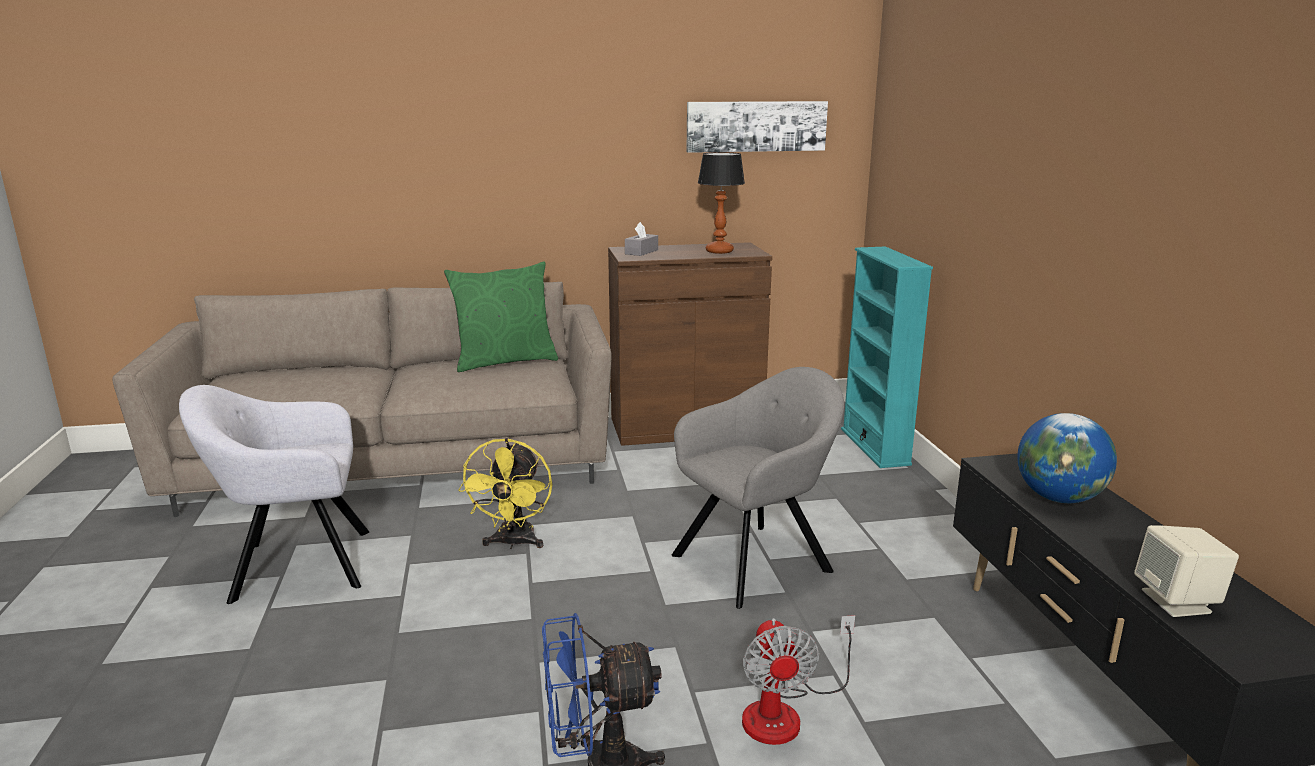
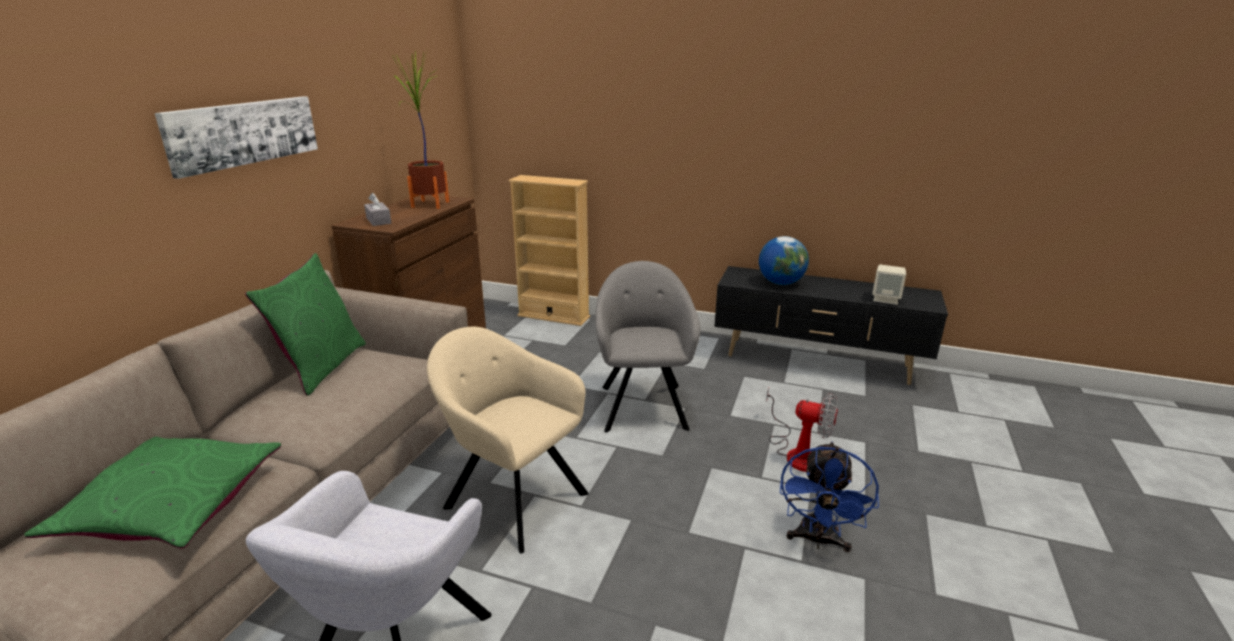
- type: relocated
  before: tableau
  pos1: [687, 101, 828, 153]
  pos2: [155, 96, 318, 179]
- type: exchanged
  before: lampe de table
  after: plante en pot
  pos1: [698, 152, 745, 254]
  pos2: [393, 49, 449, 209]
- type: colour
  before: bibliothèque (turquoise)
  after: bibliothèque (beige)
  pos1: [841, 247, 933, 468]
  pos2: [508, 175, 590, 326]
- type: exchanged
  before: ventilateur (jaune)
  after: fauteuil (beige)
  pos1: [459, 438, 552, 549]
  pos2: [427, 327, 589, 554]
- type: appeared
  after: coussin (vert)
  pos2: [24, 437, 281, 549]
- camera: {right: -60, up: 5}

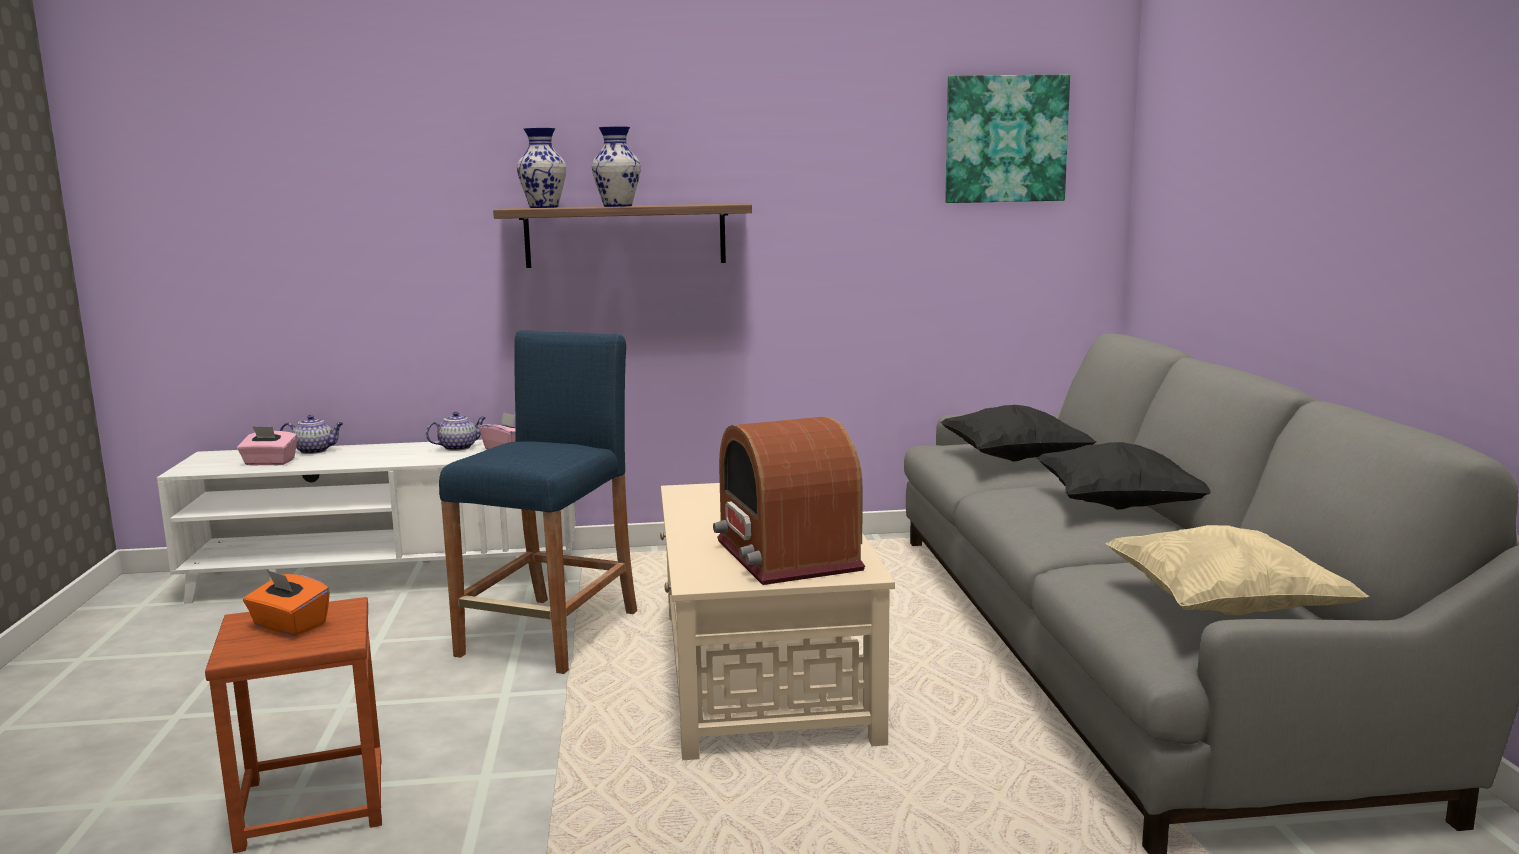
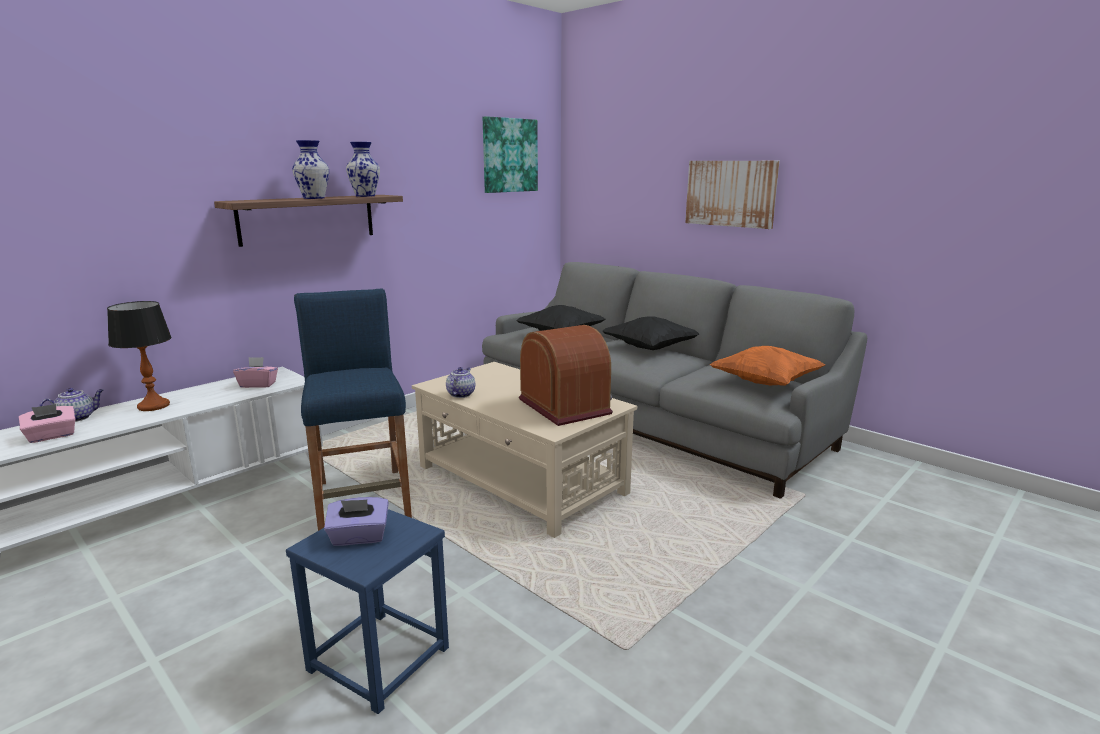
- type: relocated
  before: vase
  pos1: [517, 128, 566, 208]
  pos2: [346, 142, 380, 197]
- type: relocated
  before: théière
  pos1: [426, 412, 486, 451]
  pos2: [446, 367, 475, 398]
- type: spun
  before: radio
  pos1: [713, 416, 865, 585]
  pos2: [519, 325, 613, 426]
  turn: -150
- type: colour
  before: coussin (beige)
  after: coussin (orange)
  pos1: [1106, 525, 1369, 615]
  pos2: [709, 346, 825, 386]
- type: colour
  before: boîte à mouchoirs (orange)
  after: boîte à mouchoirs (violet)
  pos1: [243, 569, 330, 637]
  pos2: [324, 497, 389, 546]
- type: colour
  before: tabouret (marron)
  after: tabouret (bleu)
  pos1: [205, 597, 382, 853]
  pos2: [286, 509, 449, 714]
- type: appeared
  after: tableau
  pos2: [685, 161, 780, 229]
- type: appeared
  after: lampe de table
  pos2: [107, 301, 172, 411]
- camera: {right: -40, up: 5}

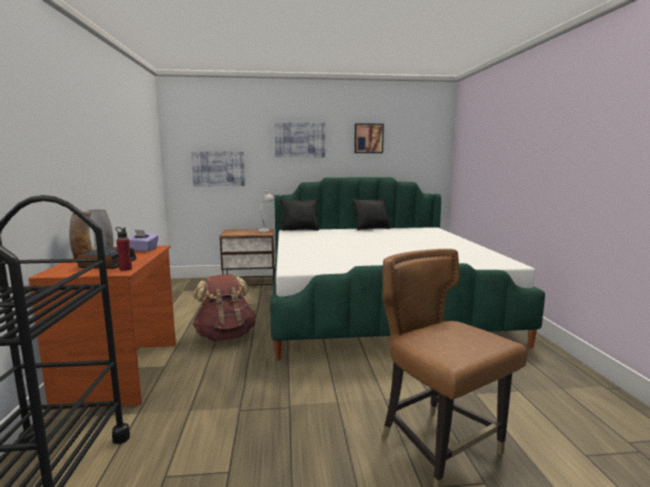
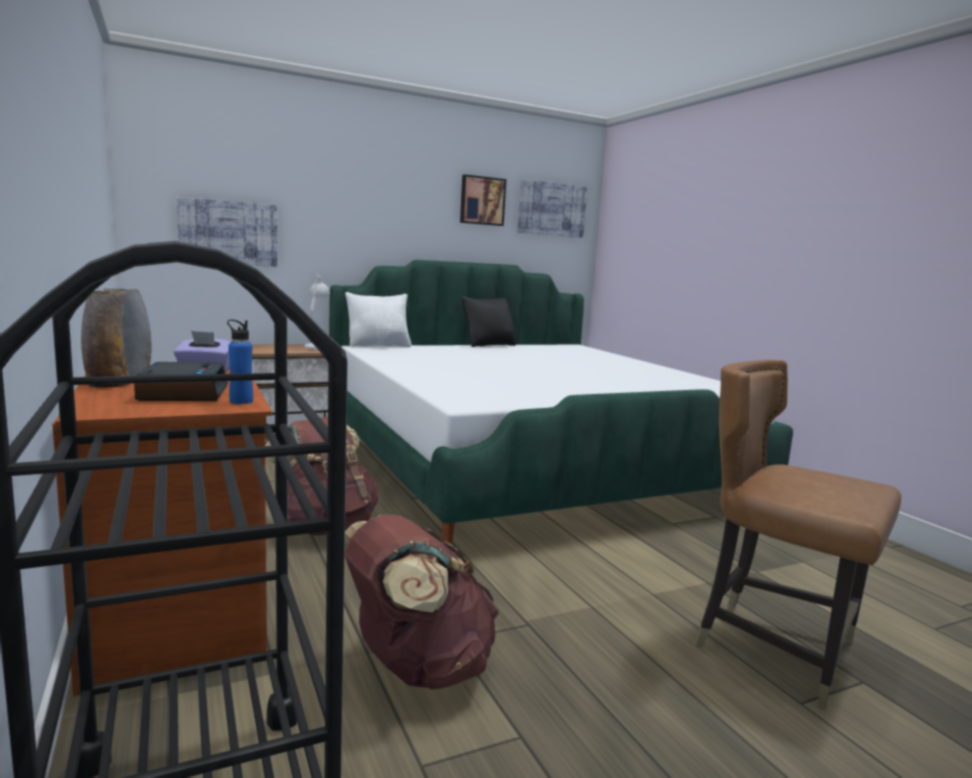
- type: relocated
  before: tableau
  pos1: [274, 122, 325, 157]
  pos2: [517, 179, 588, 238]
- type: colour
  before: coussin (noir)
  after: coussin (blanc)
  pos1: [281, 198, 319, 231]
  pos2: [345, 292, 412, 347]
- type: colour
  before: bouteille (rouge)
  after: bouteille (bleu)
  pos1: [115, 227, 132, 271]
  pos2: [227, 319, 253, 404]
- type: appeared
  after: sac à dos (marron)
  pos2: [345, 514, 499, 689]
- camera: {right: -20, up: 0}

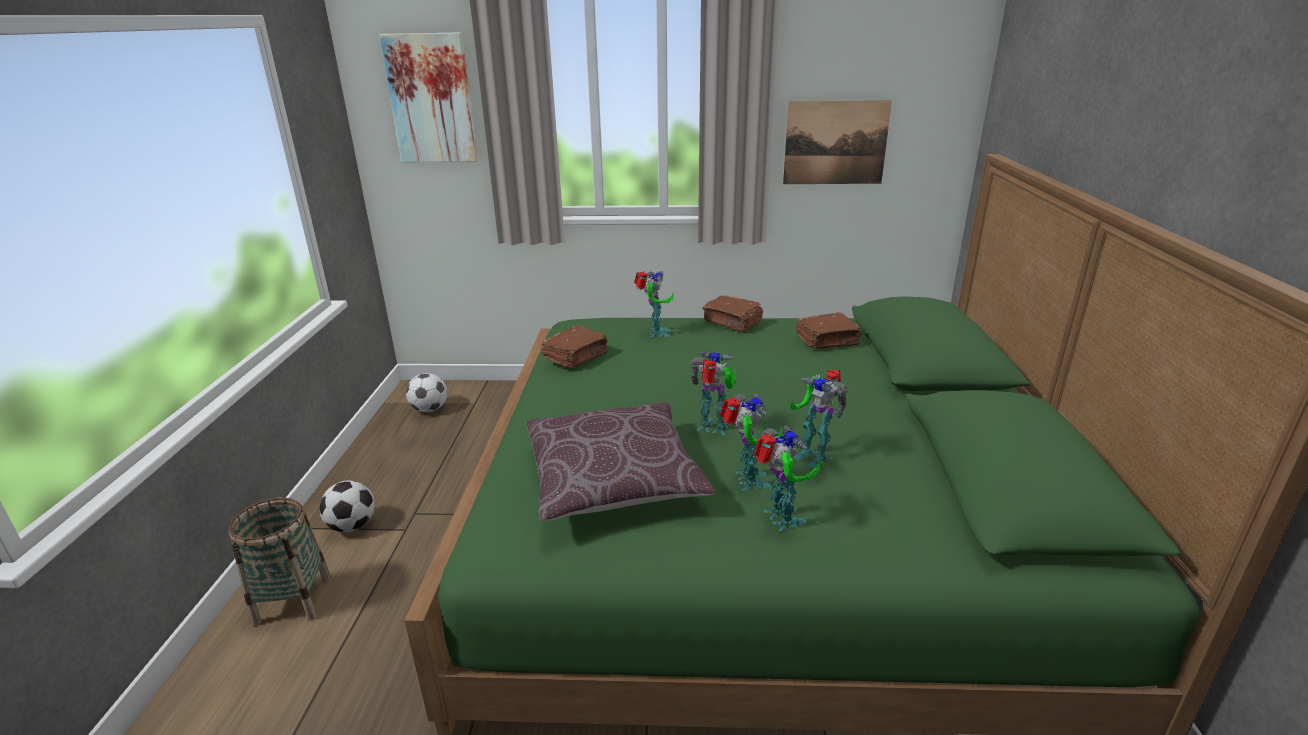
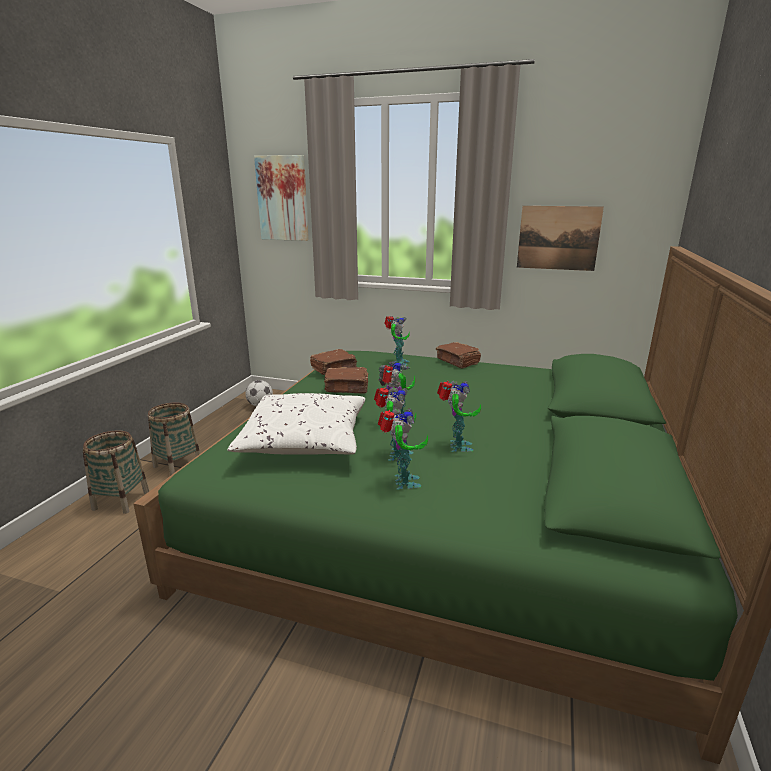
- type: relocated
  before: livre (marron)
  pos1: [796, 312, 862, 349]
  pos2: [324, 367, 368, 394]
- type: spun
  before: robot jouet
  pos1: [790, 369, 848, 468]
  pos2: [437, 381, 481, 452]
  turn: -150
- type: colour
  before: coussin (marron)
  after: coussin (blanc)
  pos1: [526, 402, 715, 521]
  pos2: [227, 393, 365, 455]
- type: exchanged
  before: ballon de foot
  after: panier
  pos1: [320, 480, 375, 532]
  pos2: [148, 402, 200, 476]
- camera: {right: 15, up: -5}

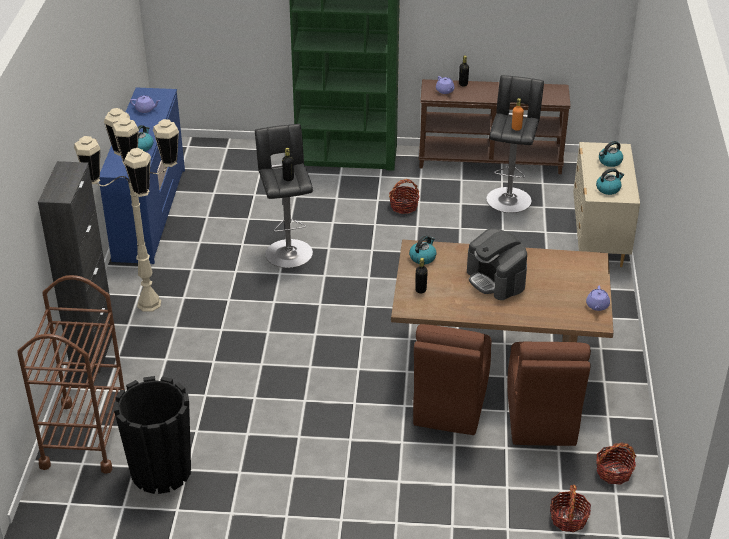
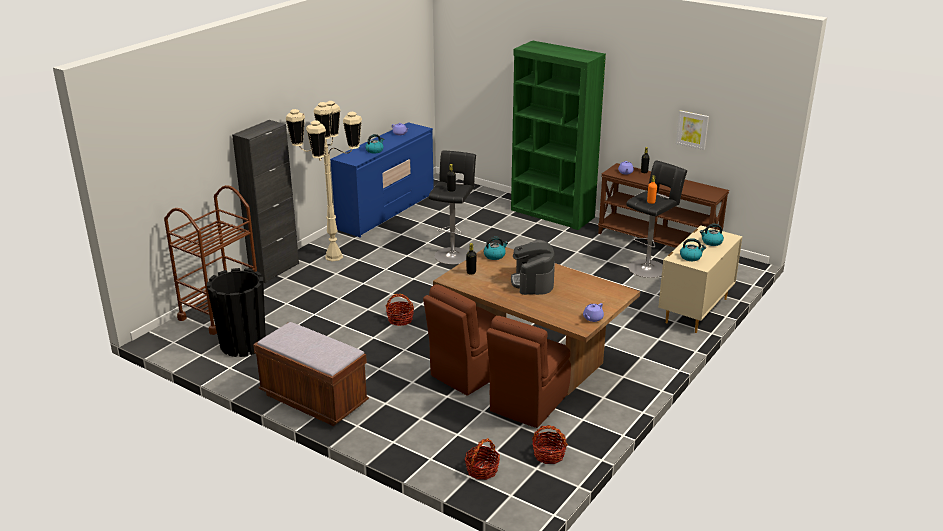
- type: relocated
  before: panier
  pos1: [389, 179, 420, 214]
  pos2: [386, 294, 414, 326]
- type: appeared
  after: tableau
  pos2: [676, 110, 709, 150]
- type: appeared
  after: banc (marron)
  pos2: [253, 322, 369, 426]
- camera: {right: 30, up: -10}

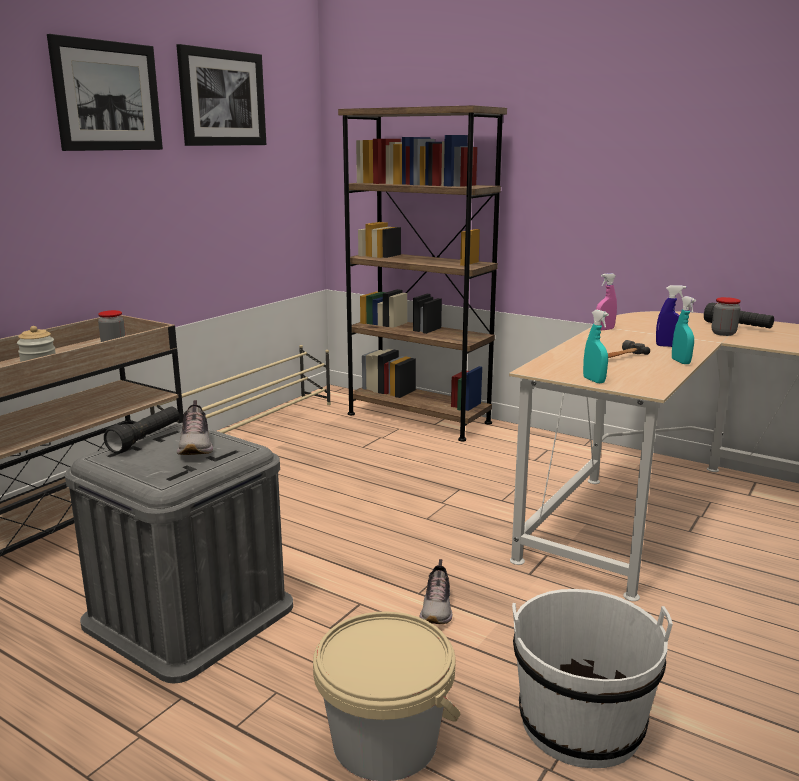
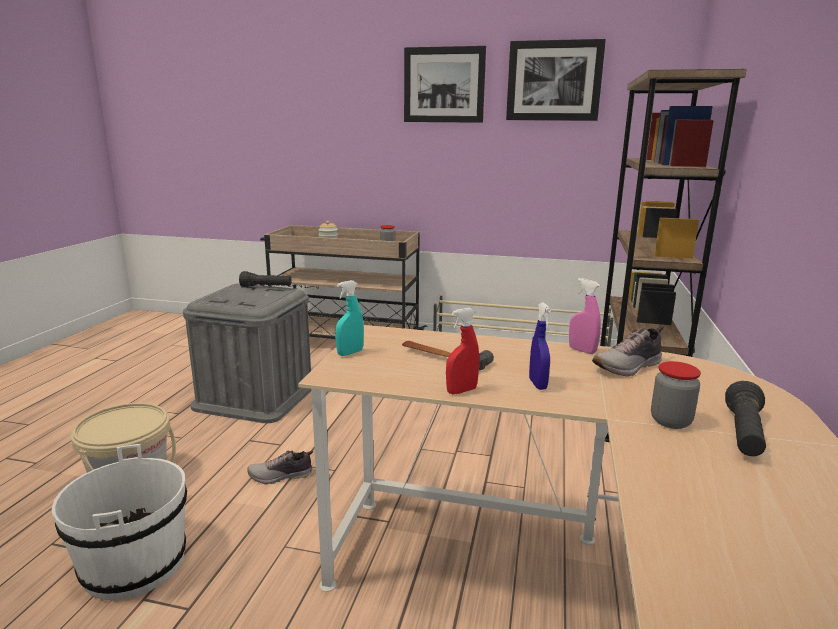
- type: colour
  before: vaporisateur (turquoise)
  after: vaporisateur (rouge)
  pos1: [672, 296, 696, 364]
  pos2: [446, 308, 479, 395]
- type: relocated
  before: chaussure
  pos1: [177, 400, 213, 455]
  pos2: [592, 326, 664, 377]
- camera: {right: 70, up: 0}

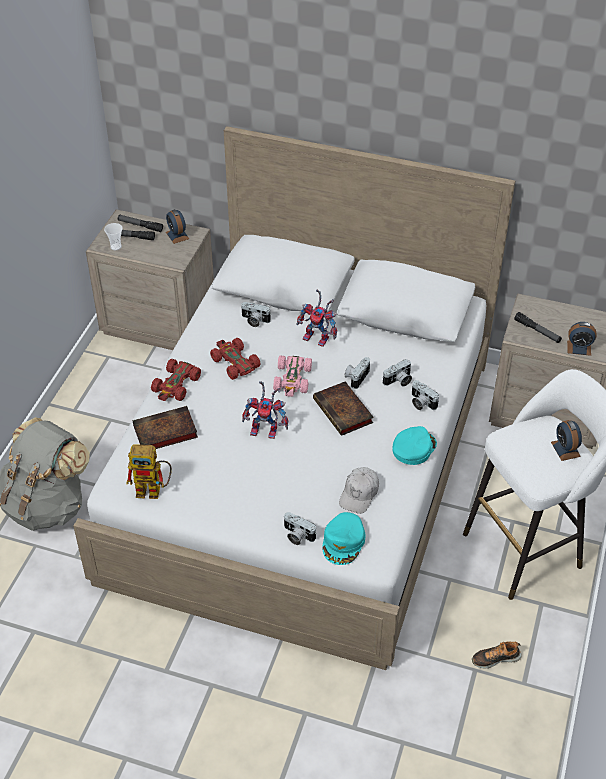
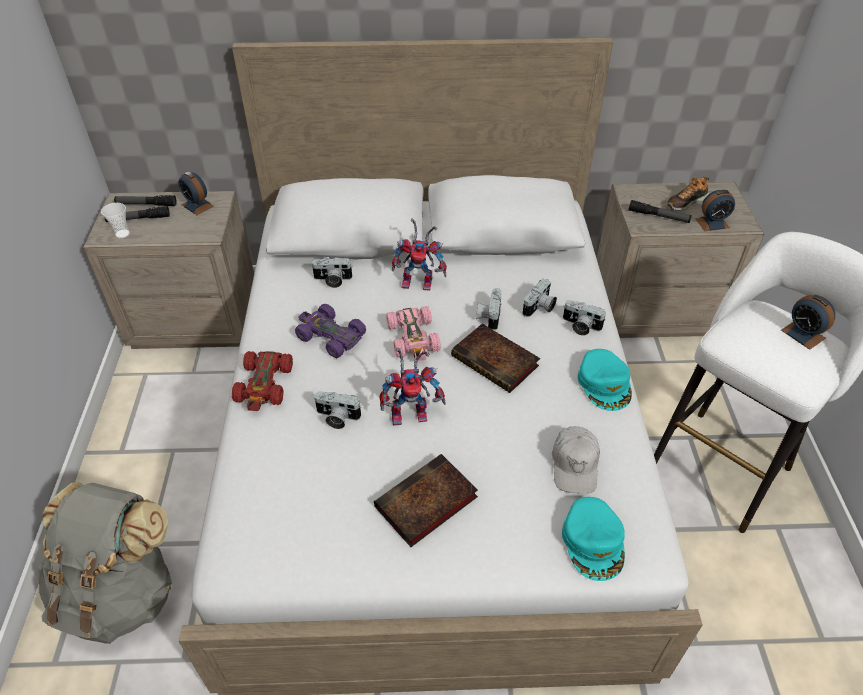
- type: colour
  before: petite voiture (rouge)
  after: petite voiture (violet)
  pos1: [210, 338, 261, 380]
  pos2: [295, 304, 366, 358]
- type: relocated
  before: livre
  pos1: [133, 406, 198, 449]
  pos2: [374, 454, 478, 547]
- type: spun
  before: casquette (turquoise)
  pos1: [393, 426, 437, 465]
  pos2: [578, 349, 632, 411]
  turn: 150
- type: missing
  before: robot jouet
  pos1: [126, 444, 172, 499]
- type: relocated
  before: appareil photo
  pos1: [284, 512, 316, 545]
  pos2: [314, 391, 362, 429]
- type: relocated
  before: chaussure
  pos1: [472, 641, 522, 668]
  pos2: [667, 177, 709, 211]
- camera: {right: -20, up: 0}

